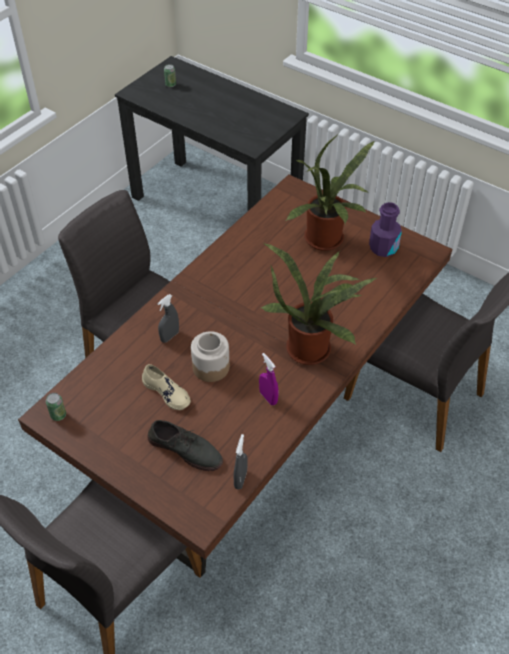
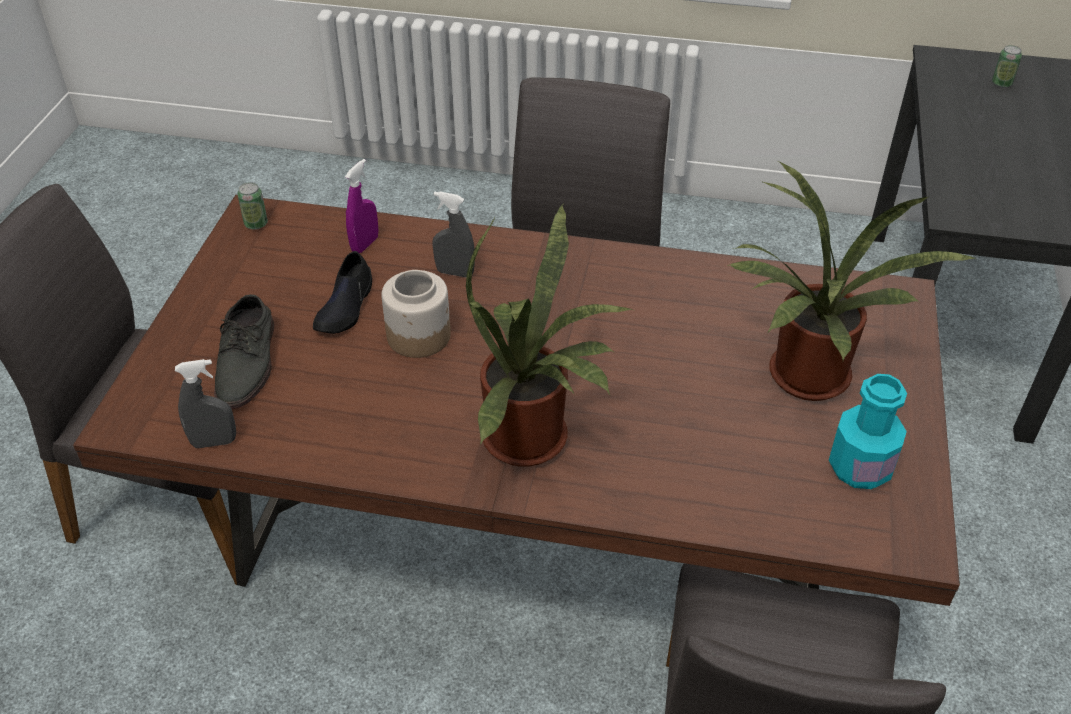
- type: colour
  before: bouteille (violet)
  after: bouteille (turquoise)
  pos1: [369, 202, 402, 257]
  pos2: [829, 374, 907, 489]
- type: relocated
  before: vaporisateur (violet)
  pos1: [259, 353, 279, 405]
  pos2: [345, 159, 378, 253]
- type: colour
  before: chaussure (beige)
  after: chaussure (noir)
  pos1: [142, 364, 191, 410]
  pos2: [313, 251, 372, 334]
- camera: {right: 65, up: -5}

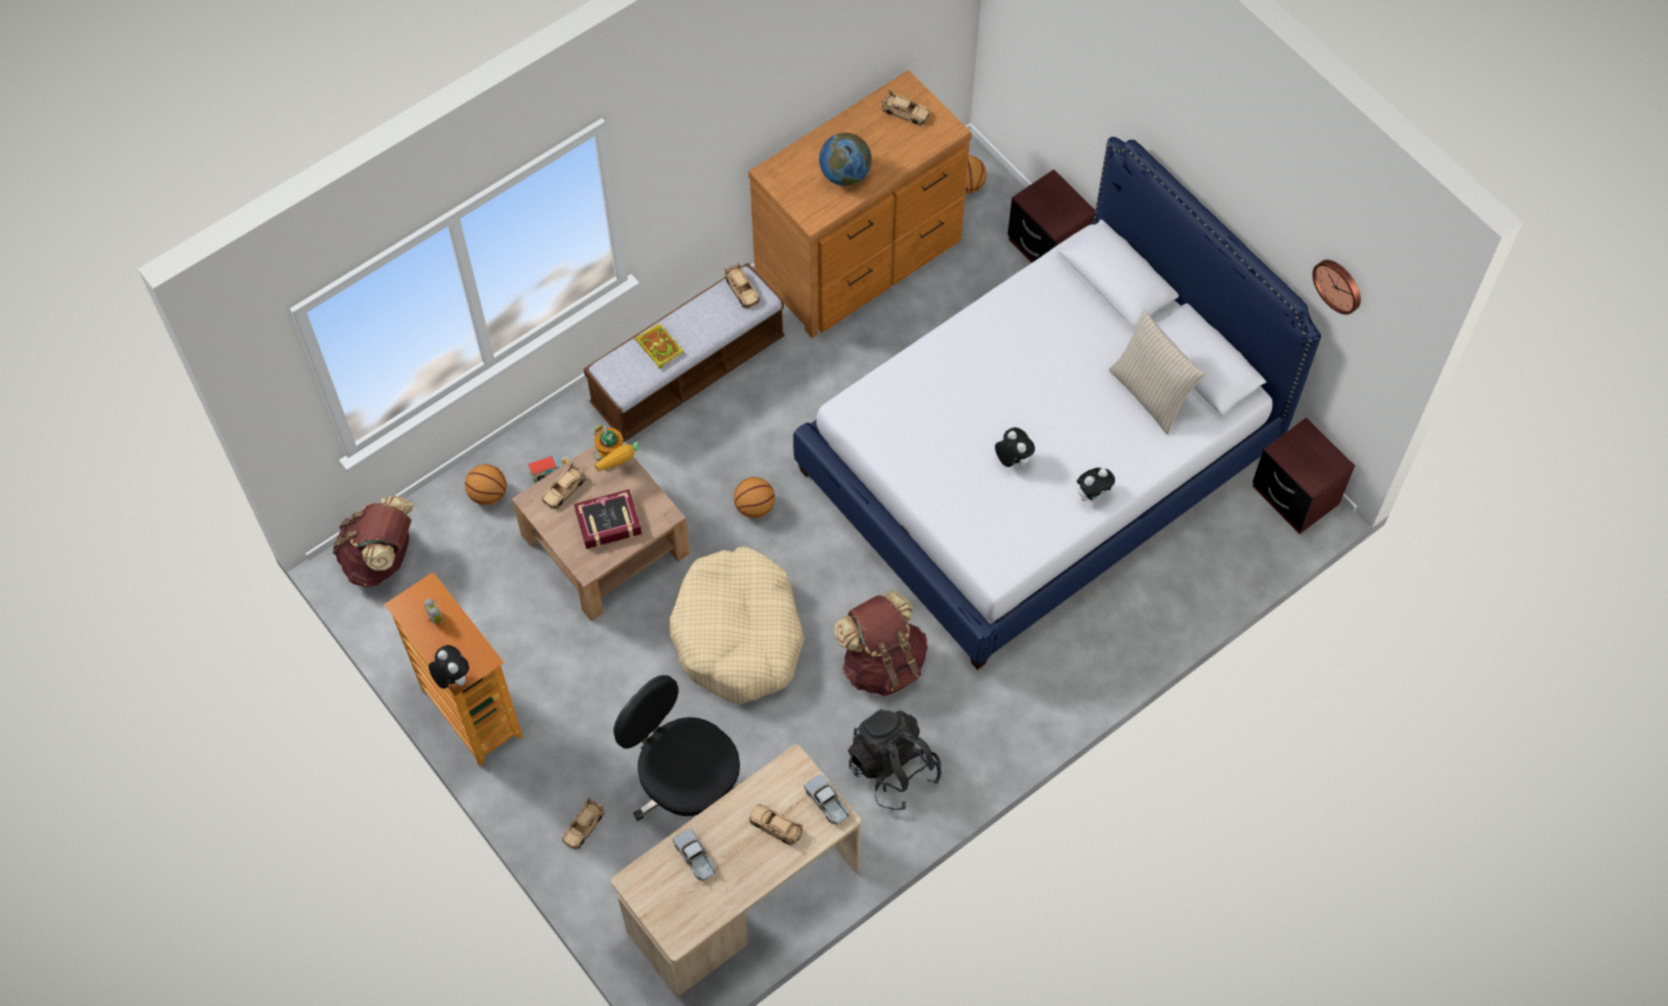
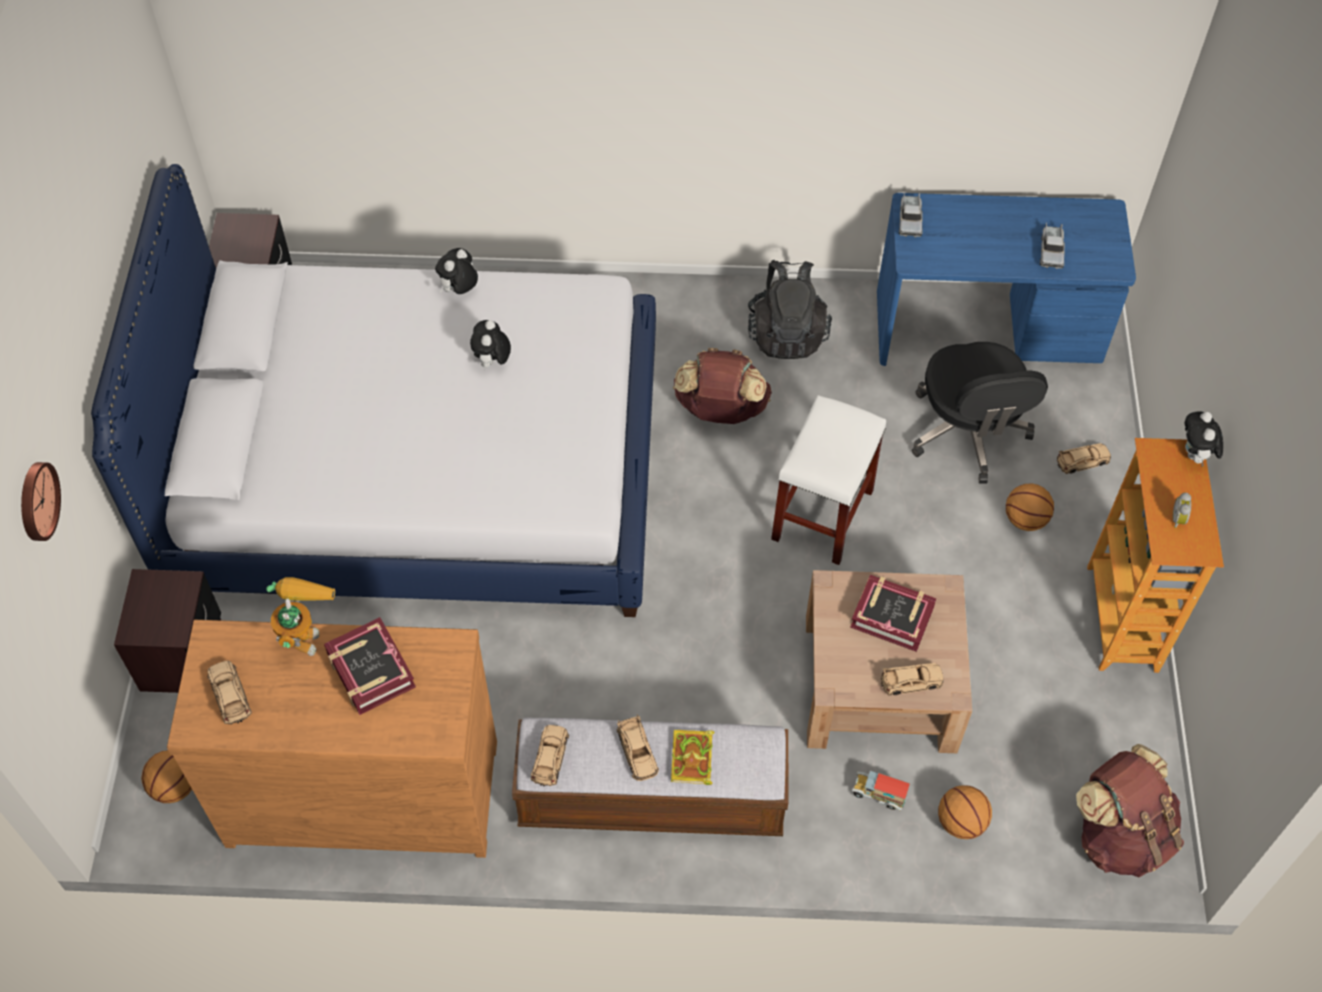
- type: exchanged
  before: globe
  after: livre
  pos1: [819, 133, 872, 186]
  pos2: [324, 617, 416, 715]
- type: relocated
  before: horloge murale
  pos1: [1312, 260, 1361, 315]
  pos2: [21, 462, 61, 541]
- type: missing
  before: coussin (beige)
  pos1: [1109, 310, 1205, 435]
- type: relocated
  before: robot jouet
  pos1: [594, 425, 639, 472]
  pos2: [266, 577, 335, 656]
- type: spun
  before: peluche
  pos1: [1077, 468, 1115, 501]
  pos2: [435, 248, 478, 294]
  turn: -60
- type: relocated
  before: ballon de basket
  pos1: [734, 477, 775, 518]
  pos2: [1006, 483, 1054, 531]
- type: exchanged
  before: panier pour chien (beige)
  after: tabouret (blanc)
  pos1: [669, 546, 804, 704]
  pos2: [771, 395, 886, 565]
- type: colour
  before: bureau (beige)
  after: bureau (bleu)
  pos1: [611, 744, 861, 997]
  pos2: [877, 193, 1136, 366]
- type: relocated
  before: petite voiture (beige)
  pos1: [749, 804, 802, 846]
  pos2: [616, 714, 659, 781]
- camera: {right: -140, up: -5}

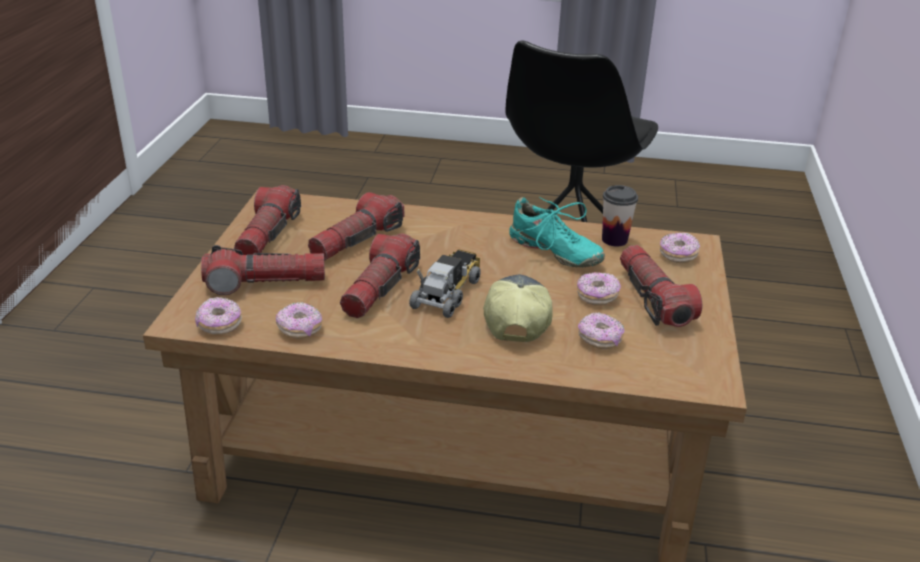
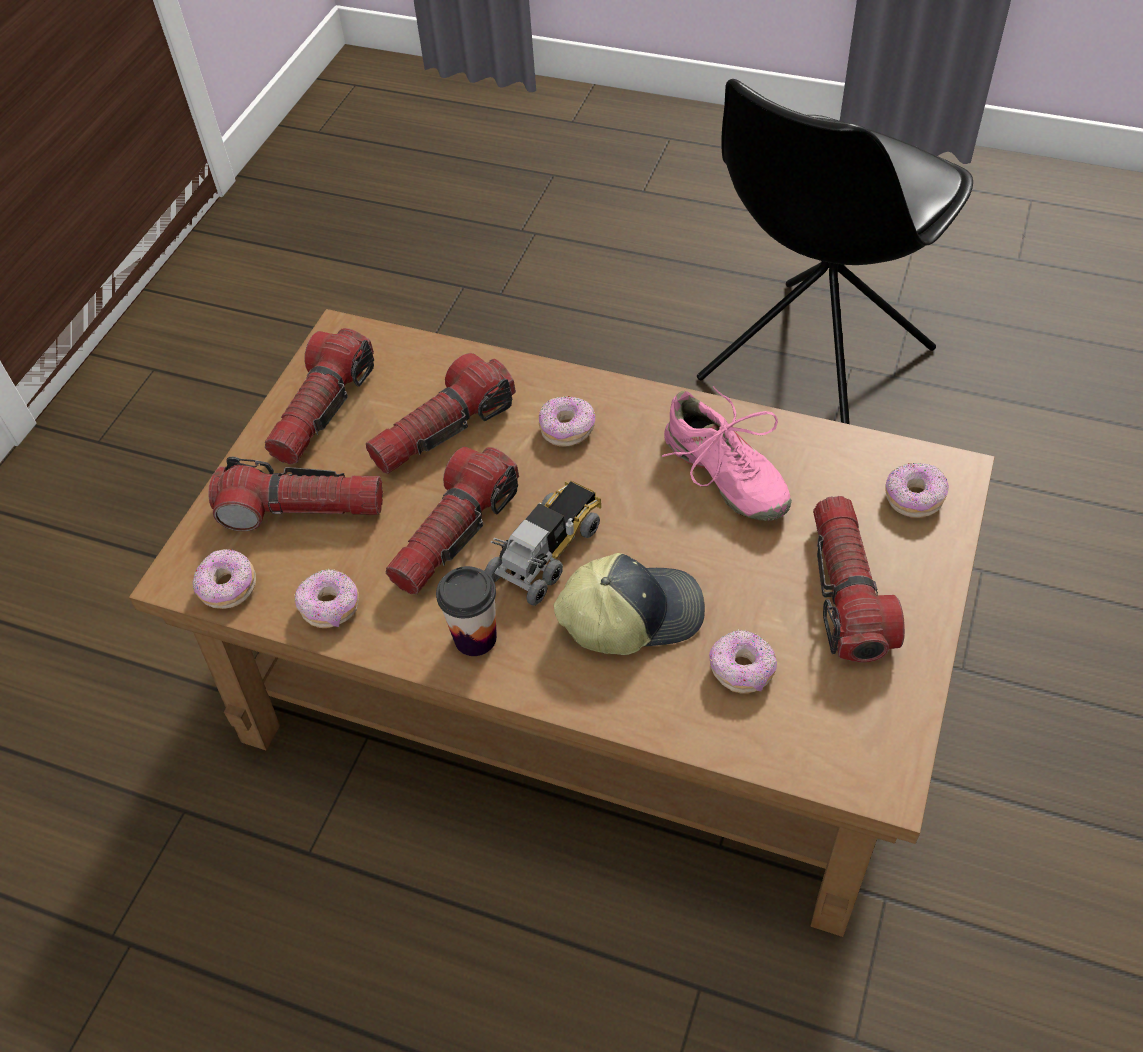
- type: relocated
  before: tasse
  pos1: [602, 185, 638, 247]
  pos2: [436, 566, 497, 656]
- type: colour
  before: chaussure (turquoise)
  after: chaussure (rose)
  pos1: [509, 197, 605, 267]
  pos2: [662, 386, 792, 521]
- type: relocated
  before: beignet
  pos1: [577, 272, 621, 306]
  pos2: [539, 396, 595, 447]
- type: spun
  before: casquette
  pos1: [483, 274, 553, 342]
  pos2: [554, 553, 705, 655]
  turn: 60
- camera: {right: 15, up: 20}

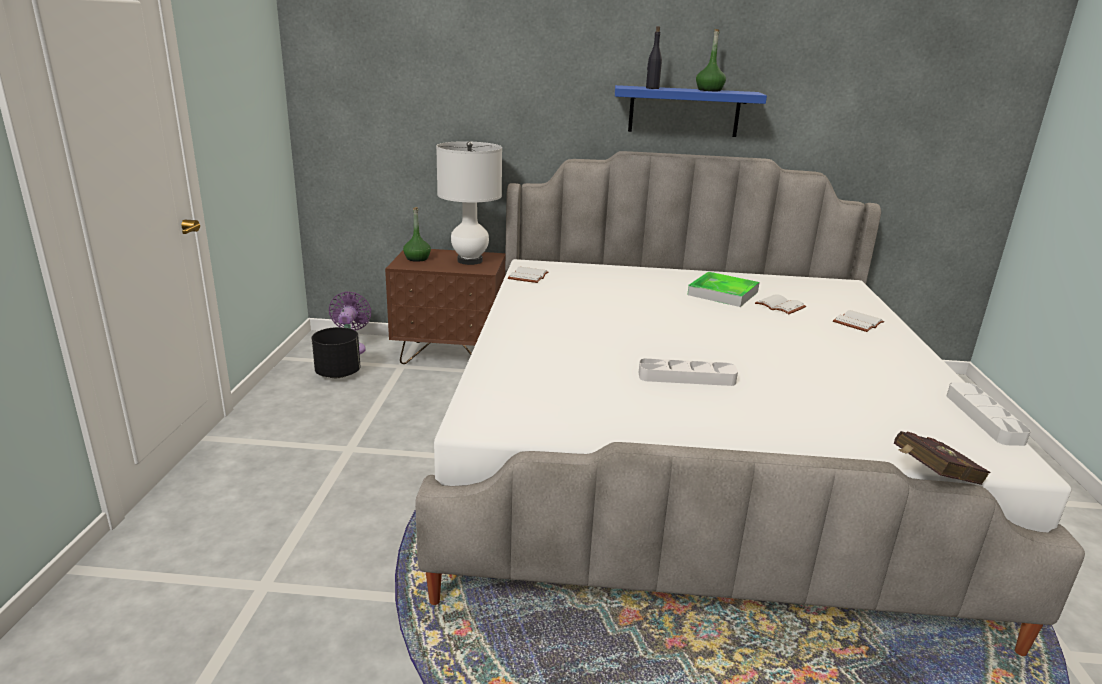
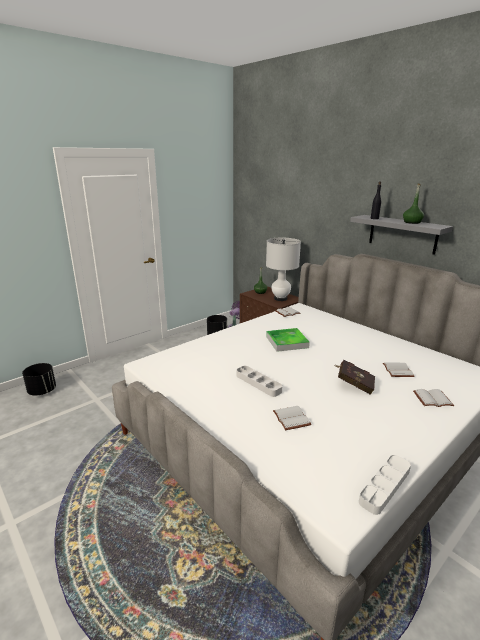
- type: colour
  before: étagère (bleu)
  after: étagère (gris)
  pos1: [615, 85, 767, 137]
  pos2: [350, 215, 453, 255]
- type: relocated
  before: plateau
  pos1: [687, 272, 760, 307]
  pos2: [266, 328, 310, 352]
- type: relocated
  before: livre (rouge)
  pos1: [894, 431, 990, 485]
  pos2: [335, 360, 375, 395]
- type: appeared
  after: cache-pot (noir)
  pos2: [22, 363, 56, 396]
- type: appeared
  after: livre (blanc)
  pos2: [273, 406, 312, 430]
- camera: {right: 45, up: 0}

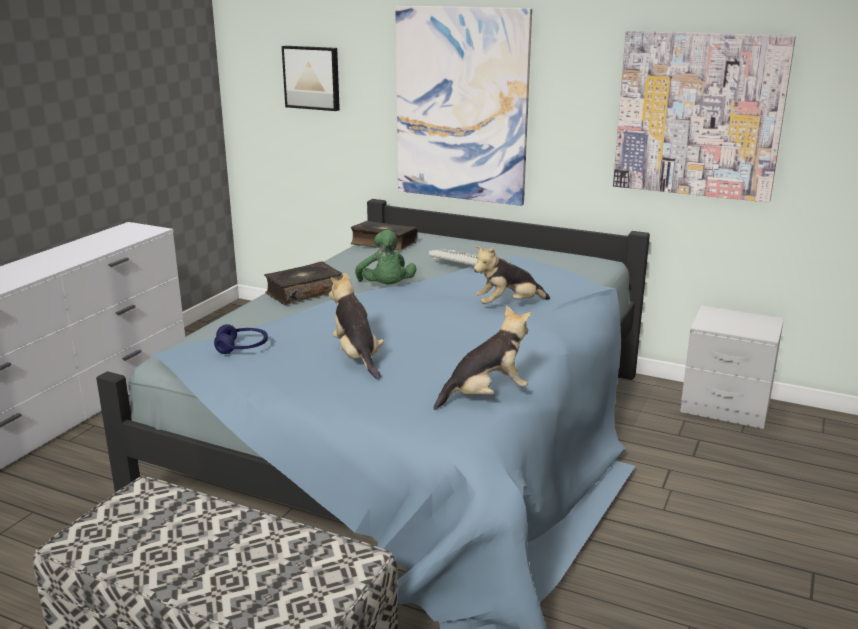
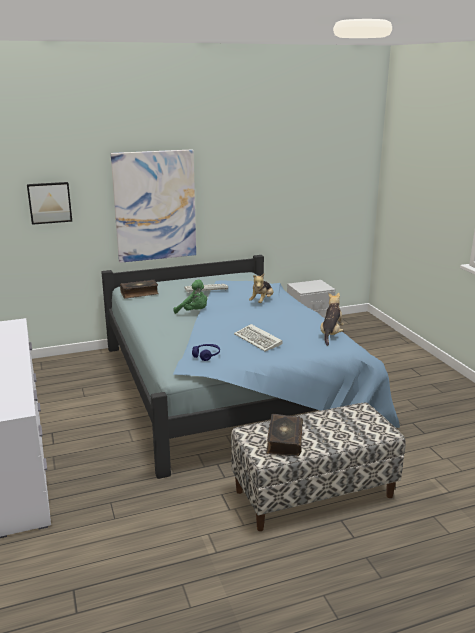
- type: missing
  before: tableau
  pos1: [613, 31, 796, 203]
- type: relocated
  before: livre
  pos1: [264, 262, 343, 305]
  pos2: [267, 414, 303, 456]
- type: exchanged
  before: peluche
  after: clavier
  pos1: [329, 272, 384, 379]
  pos2: [234, 324, 283, 351]
- camera: {right: -45, up: 0}

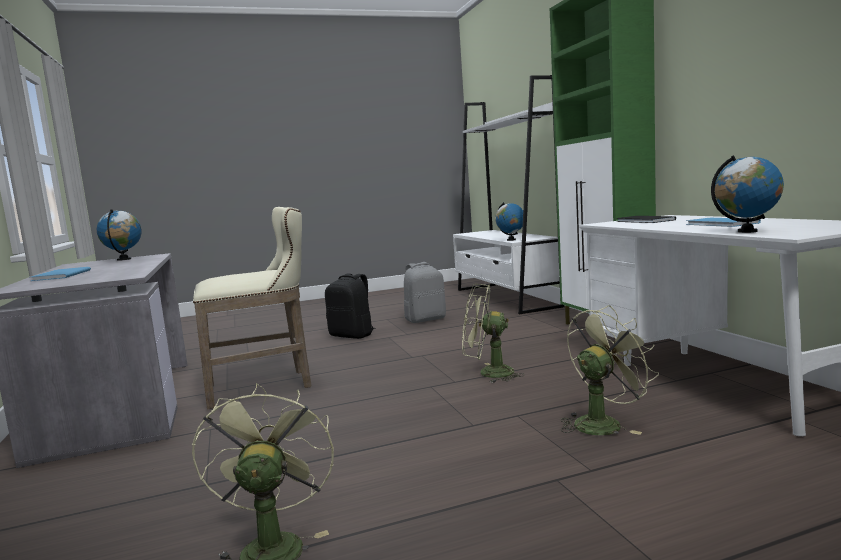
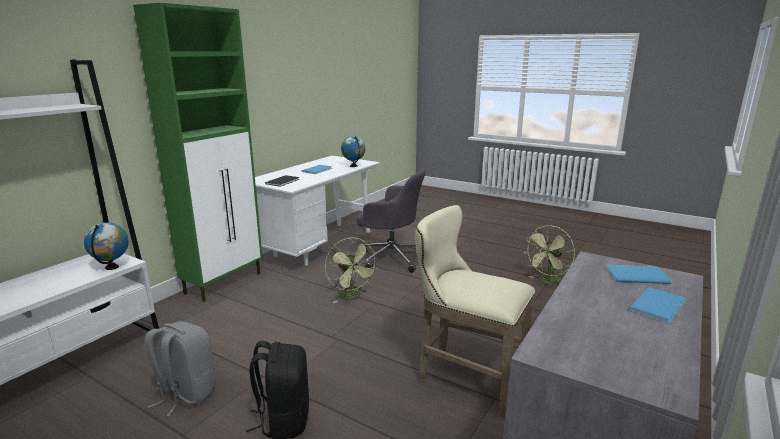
- type: missing
  before: globe
  pos1: [97, 209, 141, 261]
- type: exchanged
  before: ventilateur (vert)
  after: chaise de bureau (gris)
  pos1: [561, 305, 659, 435]
  pos2: [357, 168, 426, 273]
- type: appeared
  after: livre (bleu)
  pos2: [606, 265, 672, 284]
- camera: {right: -130, up: 10}

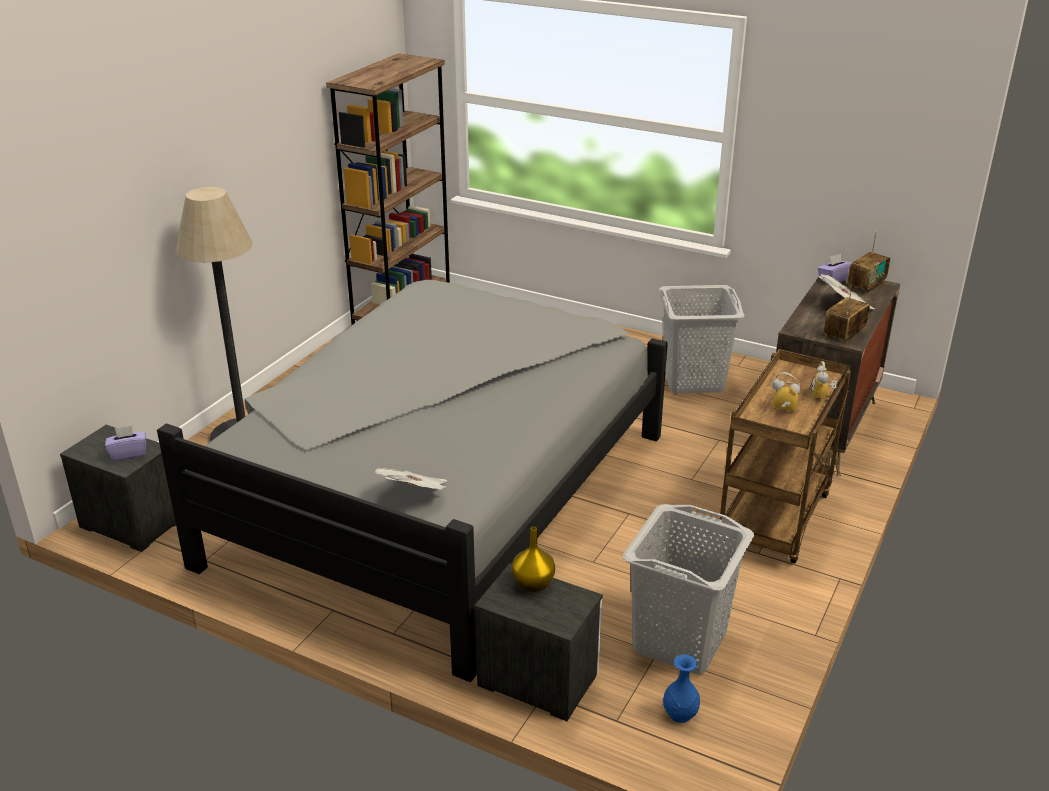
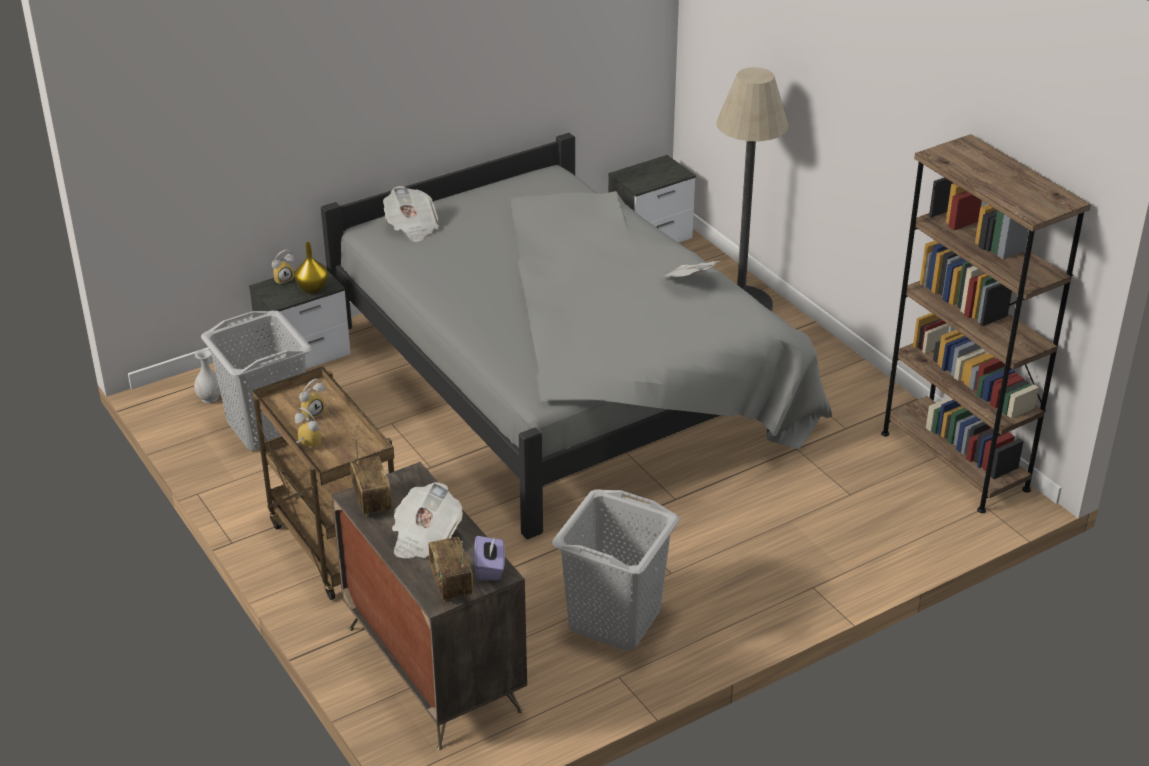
- type: missing
  before: boîte à mouchoirs (violet)
  pos1: [105, 425, 146, 461]
- type: colour
  before: vase (bleu)
  after: vase (blanc)
  pos1: [663, 654, 700, 723]
  pos2: [194, 349, 221, 403]
- type: appeared
  after: réveil
  pos2: [272, 250, 295, 284]
- type: appeared
  after: journal
  pos2: [661, 261, 720, 277]
- camera: {right: 120, up: 5}

